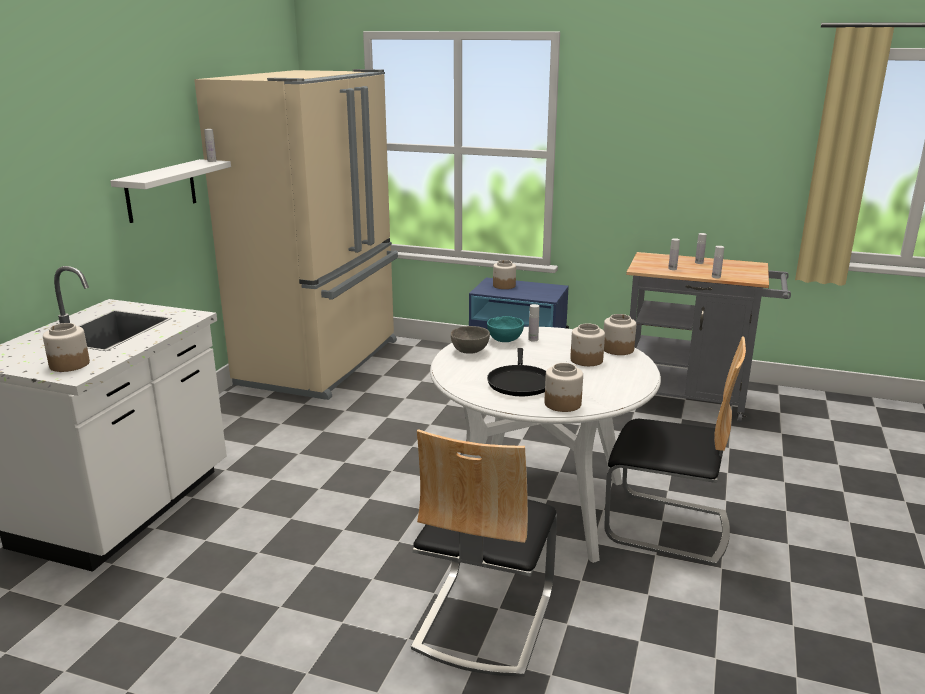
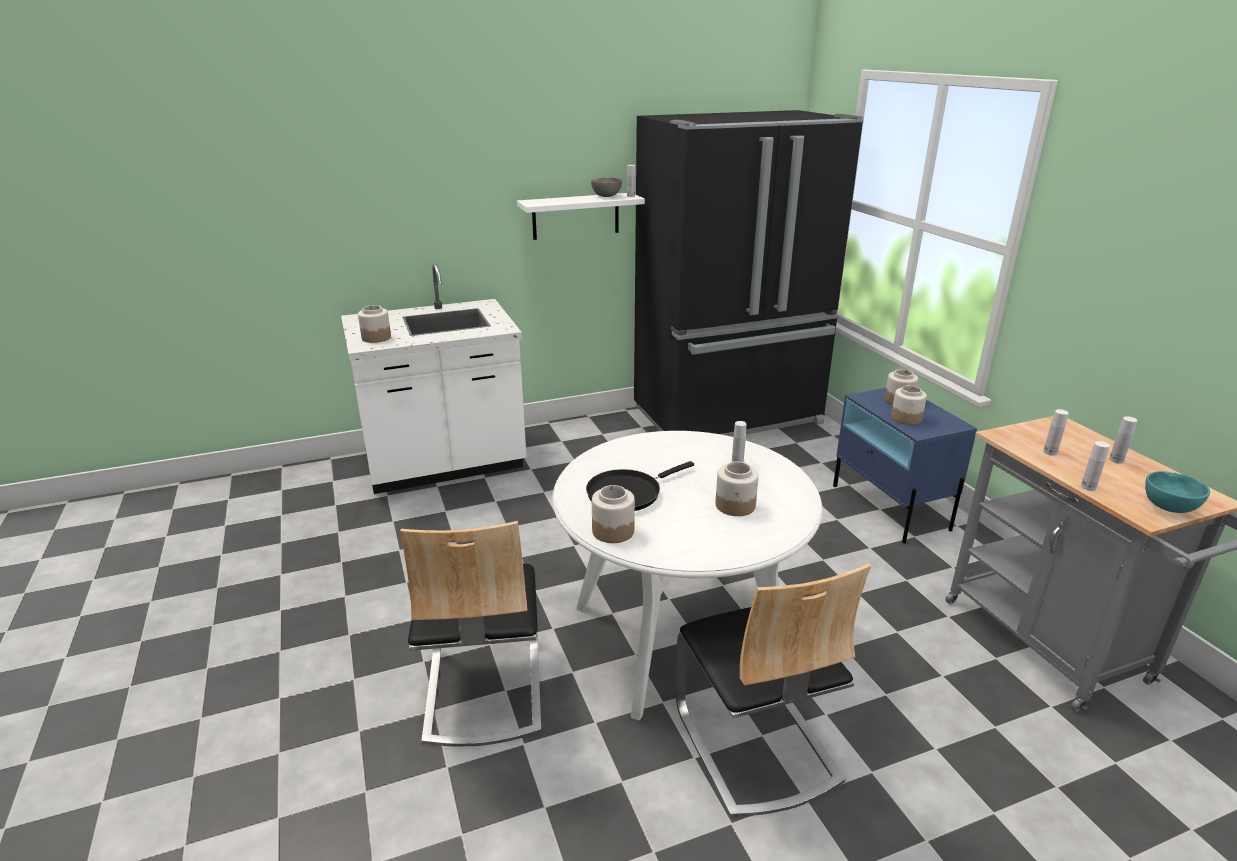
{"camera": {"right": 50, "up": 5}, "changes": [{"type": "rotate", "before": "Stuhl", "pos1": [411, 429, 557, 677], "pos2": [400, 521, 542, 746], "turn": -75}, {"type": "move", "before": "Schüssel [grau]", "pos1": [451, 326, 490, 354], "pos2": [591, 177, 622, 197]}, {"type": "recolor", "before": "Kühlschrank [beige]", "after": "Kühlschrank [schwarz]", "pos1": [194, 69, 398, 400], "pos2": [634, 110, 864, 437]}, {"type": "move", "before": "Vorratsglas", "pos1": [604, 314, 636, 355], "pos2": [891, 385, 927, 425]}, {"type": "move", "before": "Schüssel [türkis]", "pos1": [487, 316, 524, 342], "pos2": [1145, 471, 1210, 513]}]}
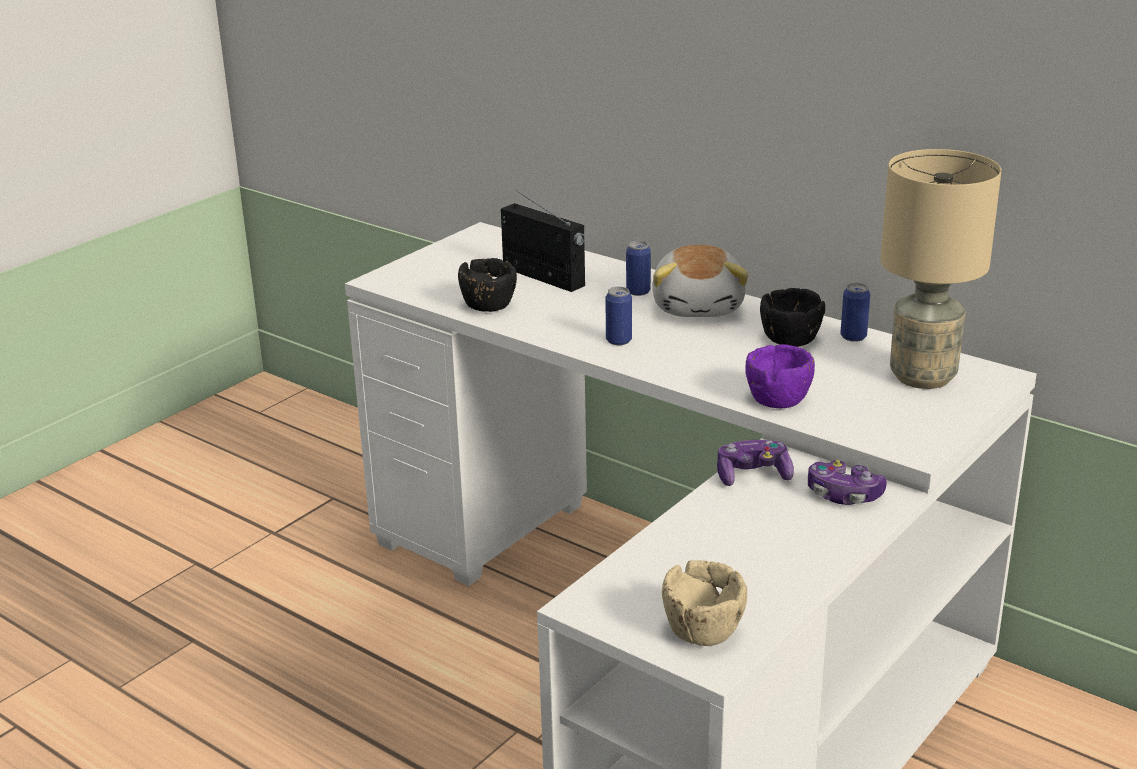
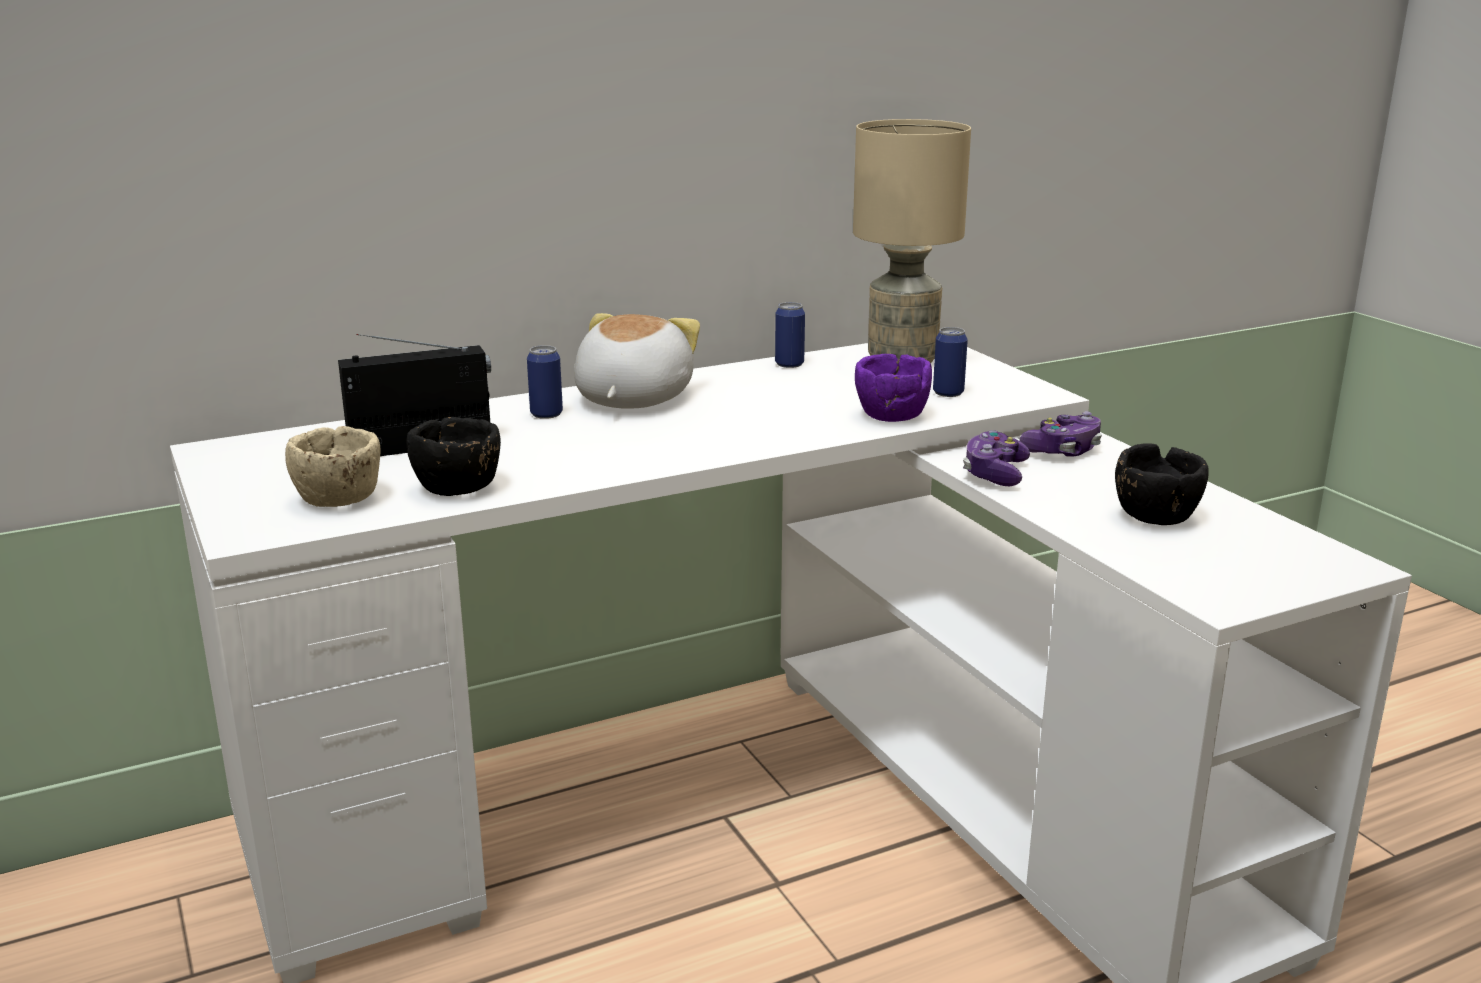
{"camera": {"right": -65, "up": -5}, "changes": [{"type": "move", "before": "Schüssel [beige]", "pos1": [662, 560, 747, 646], "pos2": [285, 426, 380, 507]}, {"type": "rotate", "before": "Plüschtier", "pos1": [652, 245, 748, 317], "pos2": [574, 313, 700, 409], "turn": -105}, {"type": "move", "before": "Dose", "pos1": [605, 287, 632, 345], "pos2": [933, 327, 968, 397]}, {"type": "move", "before": "Schüssel [schwarz]", "pos1": [760, 288, 825, 347], "pos2": [1115, 443, 1208, 525]}]}
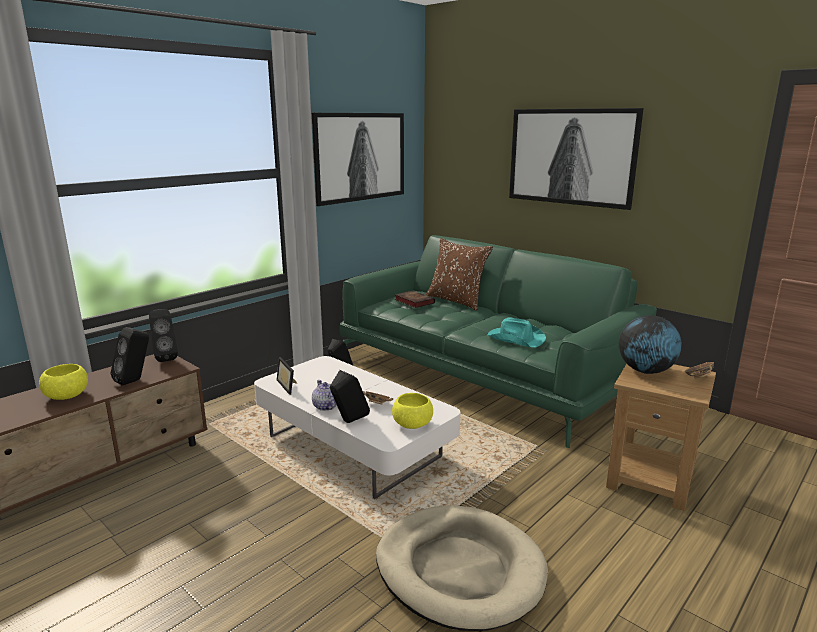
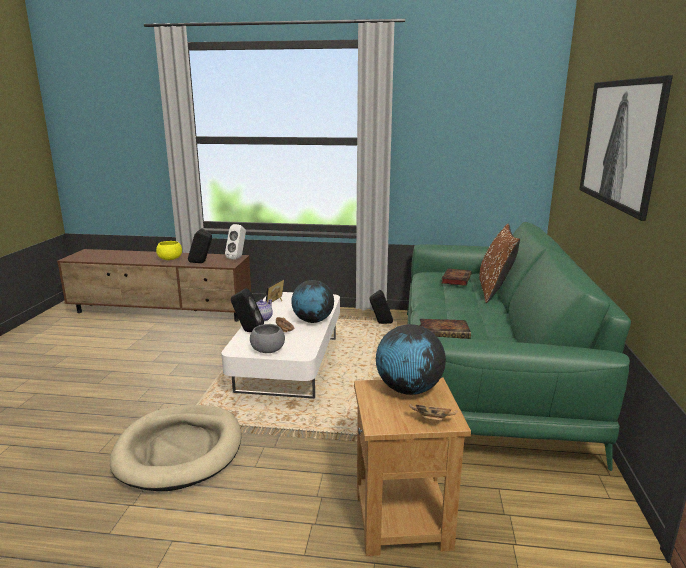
{"camera": {"right": 55, "up": 0}, "changes": [{"type": "recolor", "before": "Lautsprecher [schwarz]", "after": "Lautsprecher [weiß]", "pos1": [149, 309, 178, 362], "pos2": [225, 224, 246, 260]}, {"type": "recolor", "before": "Schüssel [gelb]", "after": "Schüssel [grau]", "pos1": [392, 393, 433, 429], "pos2": [250, 324, 285, 353]}, {"type": "insert", "after": "Globus", "pos2": [291, 280, 334, 323]}, {"type": "replace", "before": "Hut [türkis]", "after": "Buch", "pos1": [488, 317, 546, 348], "pos2": [419, 319, 471, 339]}, {"type": "delete", "before": "Bild", "pos1": [312, 113, 404, 206]}]}
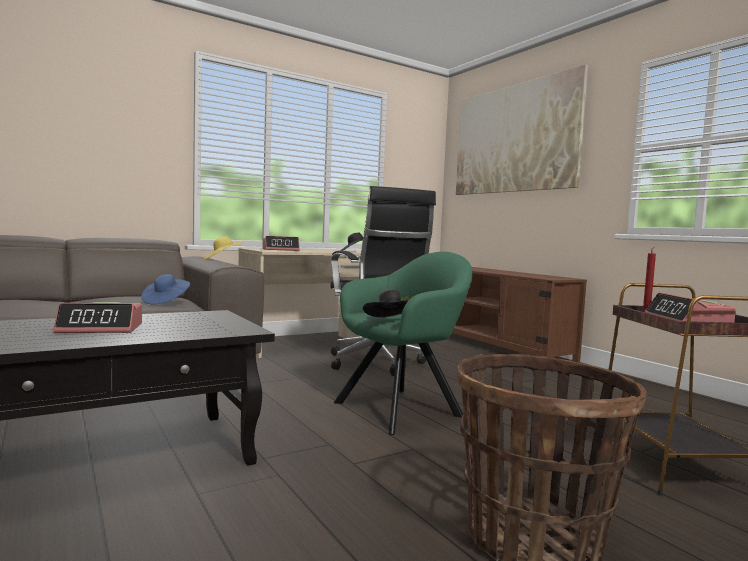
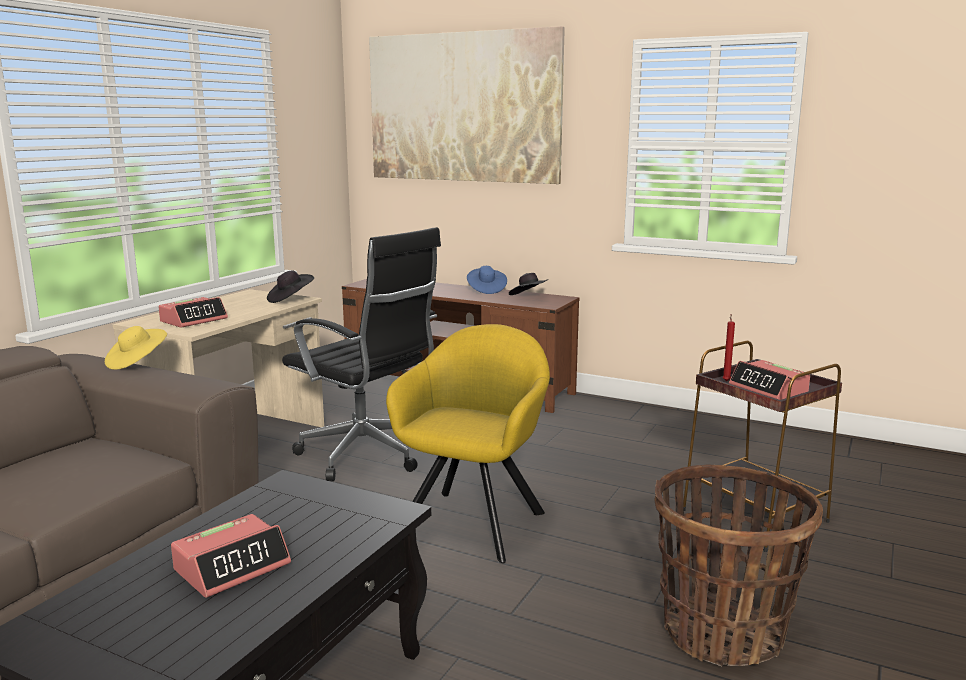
{"camera": {"right": -30, "up": 10}, "changes": [{"type": "recolor", "before": "Sessel [grün]", "after": "Sessel [gelb]", "pos1": [334, 252, 472, 435], "pos2": [386, 324, 550, 563]}, {"type": "move", "before": "Hut [blau]", "pos1": [141, 274, 190, 304], "pos2": [467, 266, 507, 294]}, {"type": "move", "before": "Hut [schwarz]", "pos1": [363, 290, 409, 317], "pos2": [509, 273, 548, 295]}]}
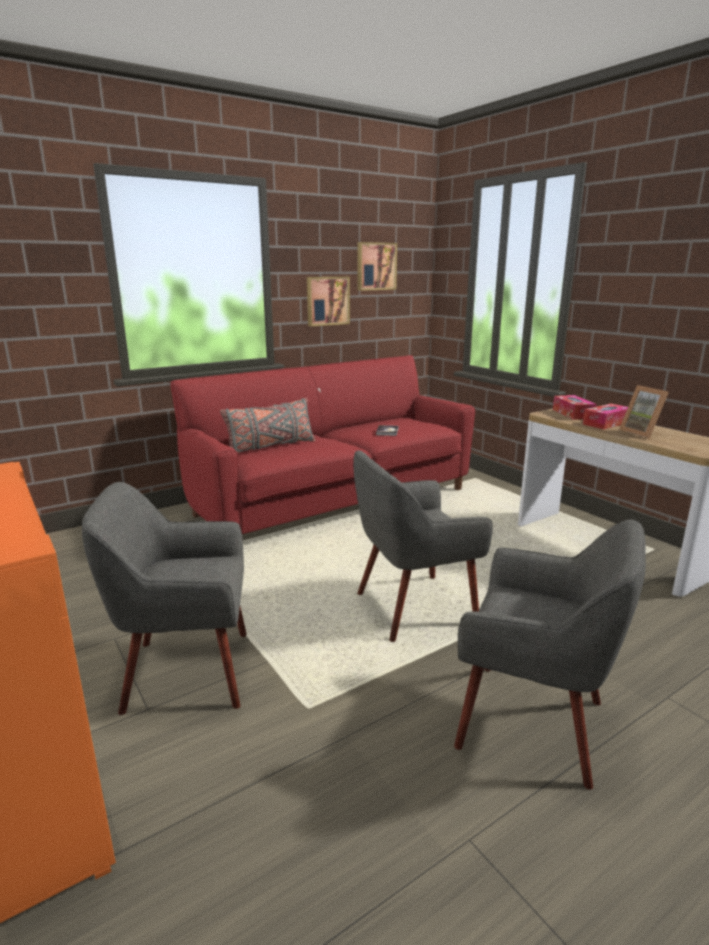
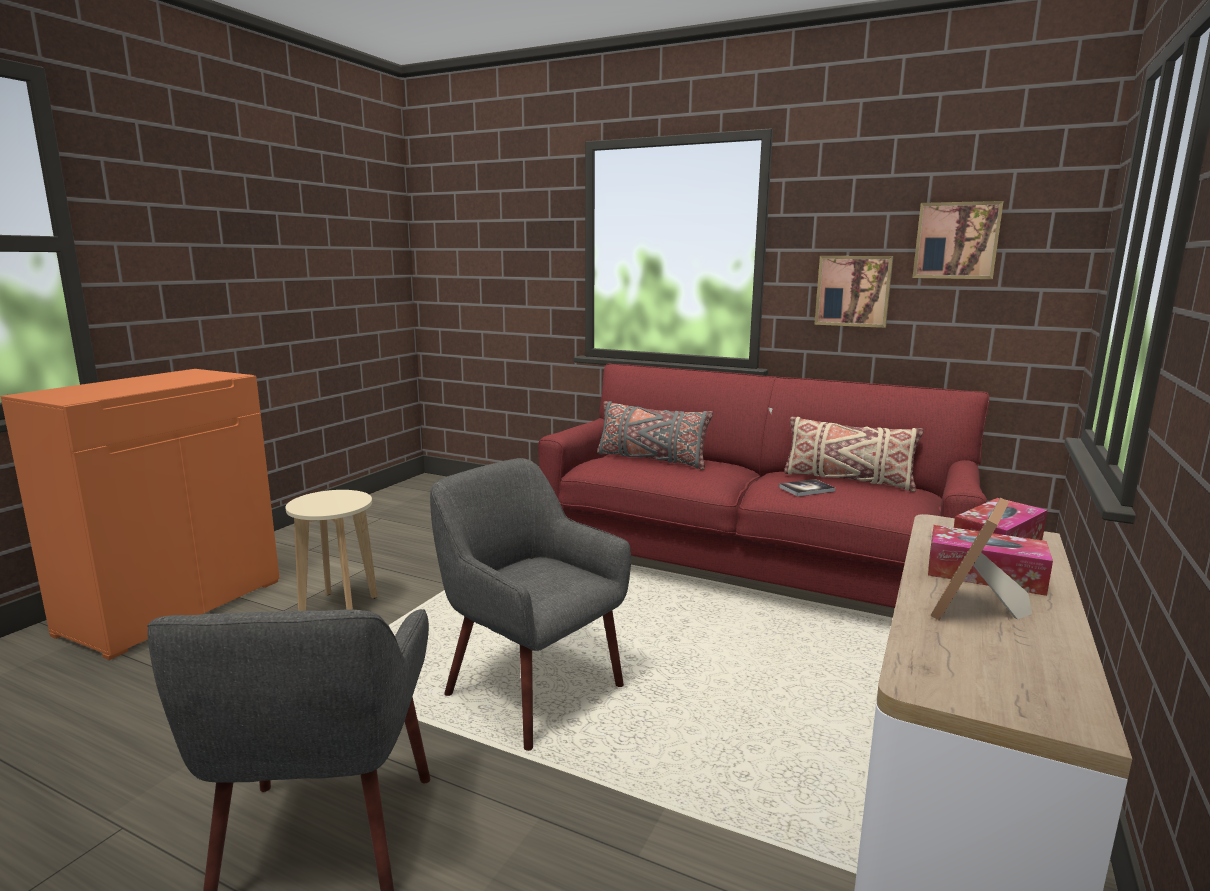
{"camera": {"right": 60, "up": -5}, "changes": [{"type": "replace", "before": "Sessel [grau]", "after": "Hocker [beige]", "pos1": [82, 482, 247, 715], "pos2": [286, 490, 378, 611]}, {"type": "insert", "after": "Kissen [beige]", "pos2": [784, 417, 923, 492]}]}
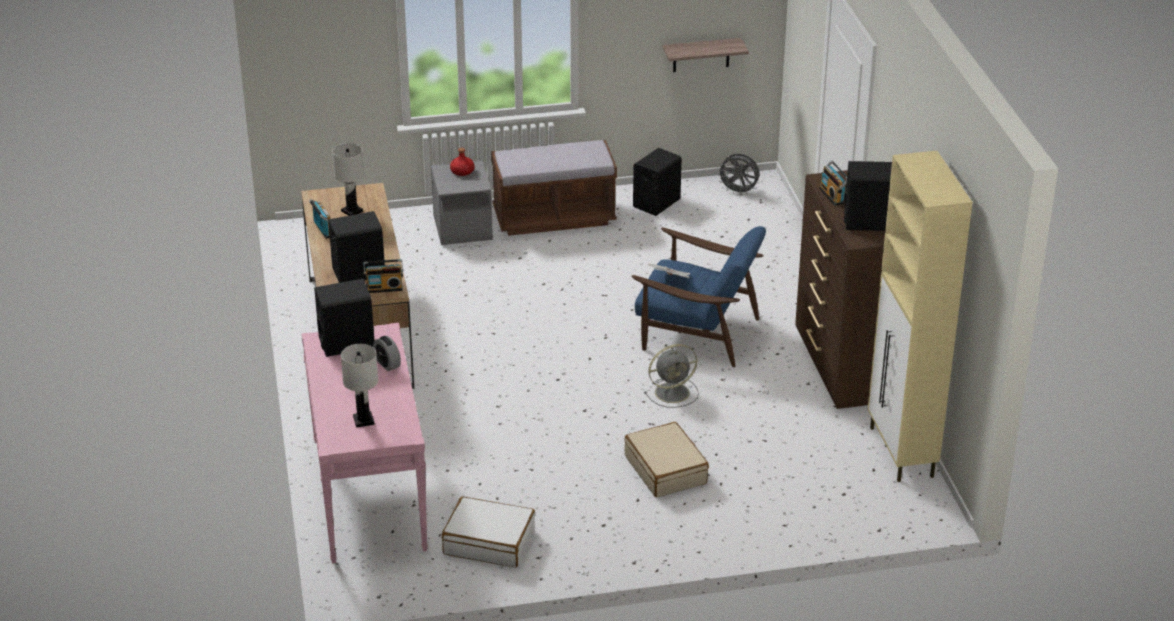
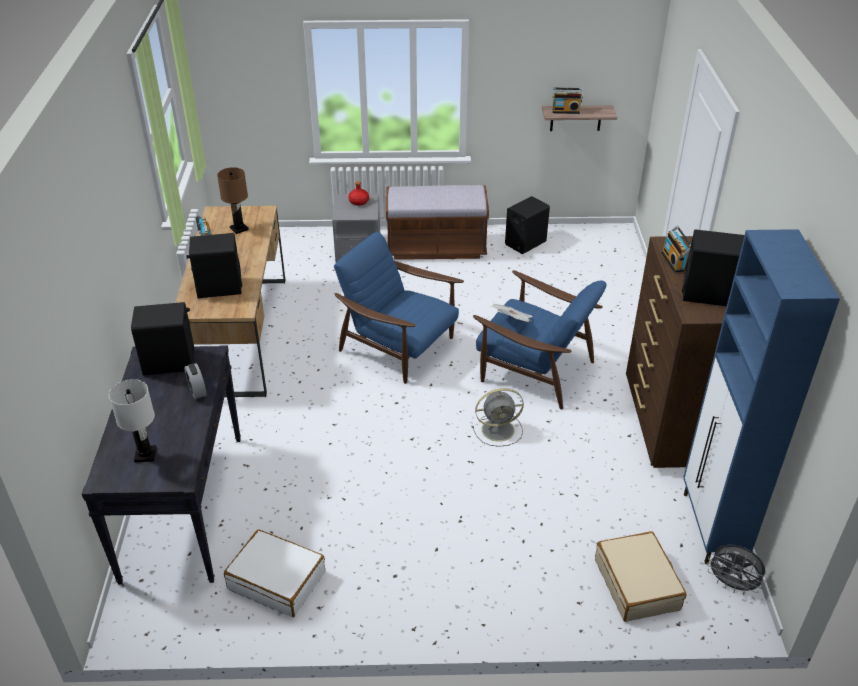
{"camera": {"right": 10, "up": 5}, "changes": [{"type": "recolor", "before": "Konsolentisch [rosa]", "after": "Konsolentisch [schwarz]", "pos1": [301, 323, 428, 563], "pos2": [82, 346, 241, 584]}, {"type": "recolor", "before": "Tischlampe [weiß]", "after": "Tischlampe [braun]", "pos1": [332, 143, 364, 216], "pos2": [217, 167, 249, 234]}, {"type": "insert", "after": "Sessel [blau]", "pos2": [334, 232, 464, 384]}, {"type": "move", "before": "Radio", "pos1": [363, 259, 404, 293], "pos2": [552, 87, 583, 114]}, {"type": "move", "before": "Koffer [beige]", "pos1": [624, 422, 709, 497], "pos2": [595, 531, 686, 622]}, {"type": "recolor", "before": "Schrank [beige]", "after": "Schrank [blau]", "pos1": [868, 151, 972, 482], "pos2": [683, 229, 840, 564]}, {"type": "move", "before": "Ventilator [grau]", "pos1": [717, 154, 760, 195], "pos2": [706, 545, 766, 595]}]}
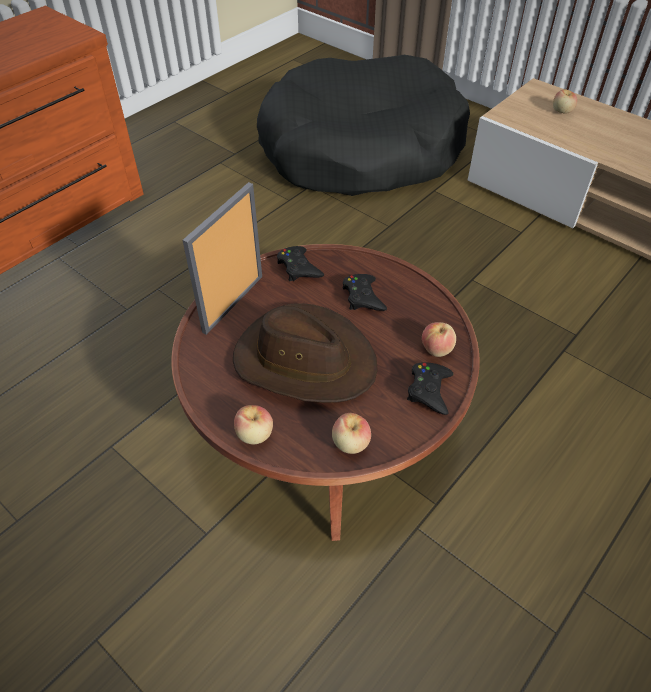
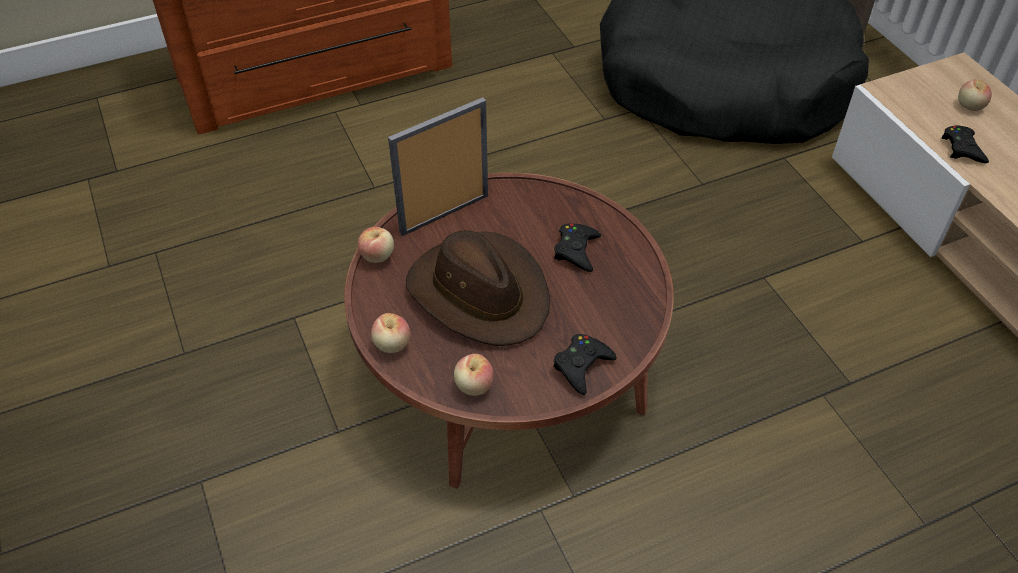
{"camera": {"right": 25, "up": 0}, "changes": [{"type": "move", "before": "Apfel", "pos1": [422, 322, 456, 357], "pos2": [358, 227, 394, 263]}, {"type": "move", "before": "Gamepad [schwarz]", "pos1": [277, 246, 324, 281], "pos2": [941, 126, 989, 163]}]}
